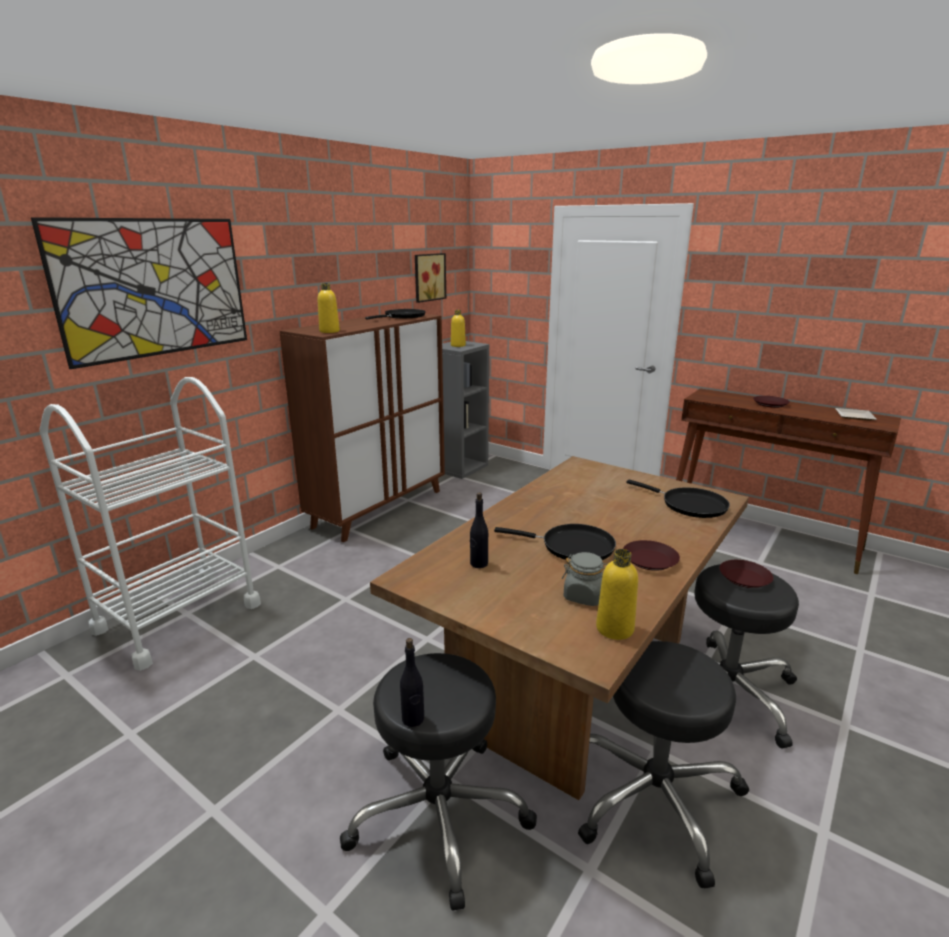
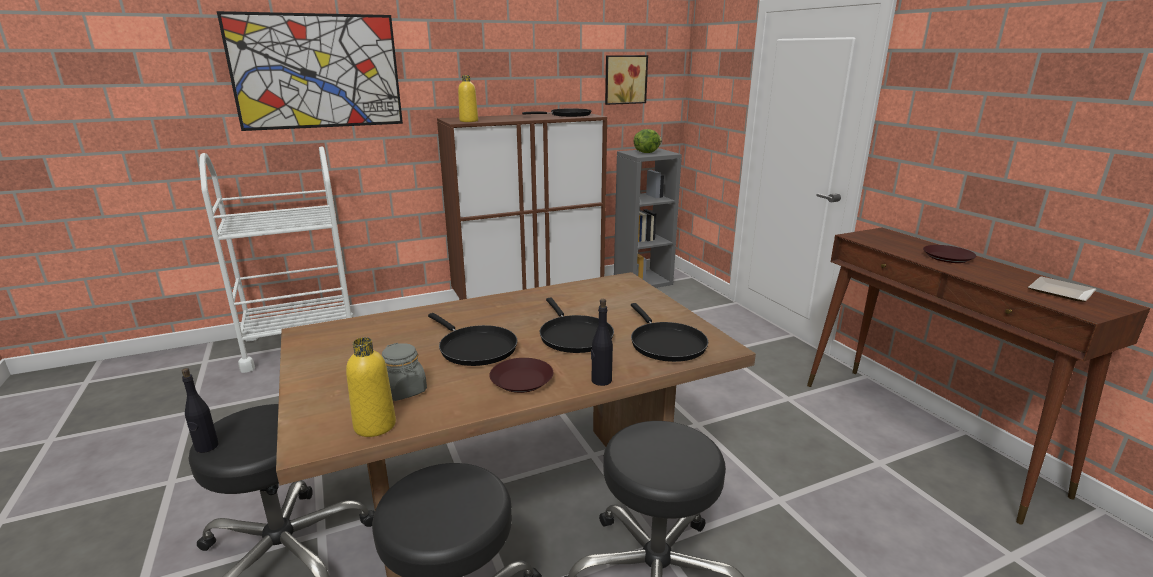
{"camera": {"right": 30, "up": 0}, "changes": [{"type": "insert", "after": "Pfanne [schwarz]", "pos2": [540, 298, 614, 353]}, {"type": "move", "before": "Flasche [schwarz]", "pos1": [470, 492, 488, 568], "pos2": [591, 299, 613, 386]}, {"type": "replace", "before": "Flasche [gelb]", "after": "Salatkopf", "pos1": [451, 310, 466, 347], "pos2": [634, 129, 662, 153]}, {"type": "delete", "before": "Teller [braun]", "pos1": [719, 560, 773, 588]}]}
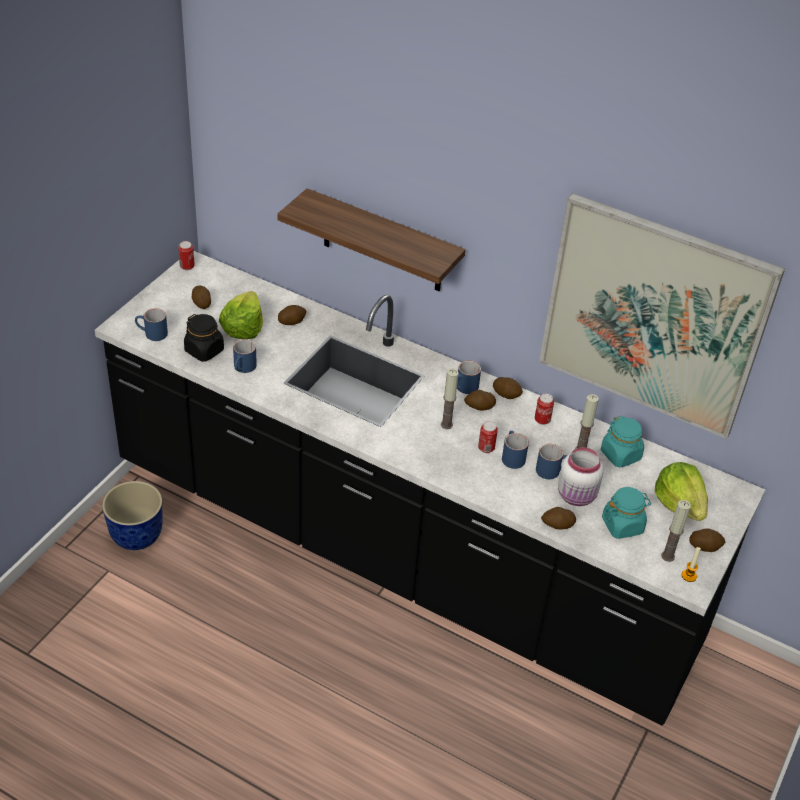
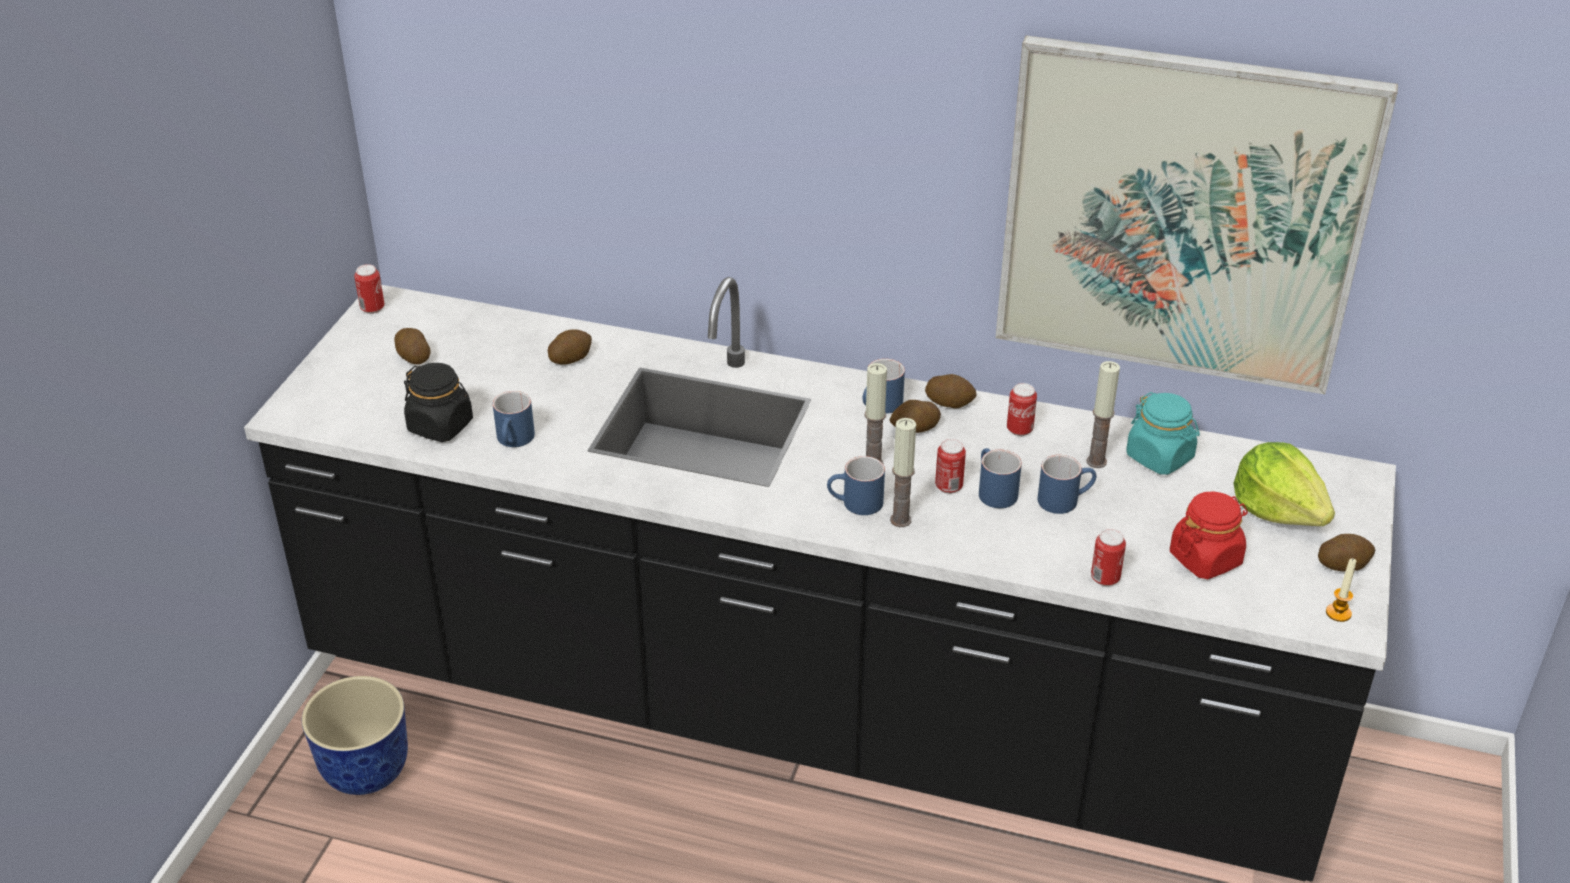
{"camera": {"right": -10, "up": -5}, "changes": [{"type": "move", "before": "Henkelbecher [blau]", "pos1": [135, 308, 168, 341], "pos2": [827, 456, 885, 515]}, {"type": "move", "before": "Kerze", "pos1": [661, 500, 691, 562], "pos2": [890, 418, 916, 527]}, {"type": "replace", "before": "Kartoffel", "after": "Dose", "pos1": [541, 507, 576, 530], "pos2": [1091, 529, 1126, 586]}, {"type": "recolor", "before": "Vorratsglas [türkis]", "after": "Vorratsglas [rot]", "pos1": [602, 487, 651, 539], "pos2": [1170, 491, 1248, 579]}, {"type": "delete", "before": "Salatkopf", "pos1": [219, 291, 263, 339]}, {"type": "delete", "before": "Wandregal", "pos1": [277, 188, 466, 291]}, {"type": "delete", "before": "Vorratsglas [weiß]", "pos1": [558, 447, 603, 506]}]}
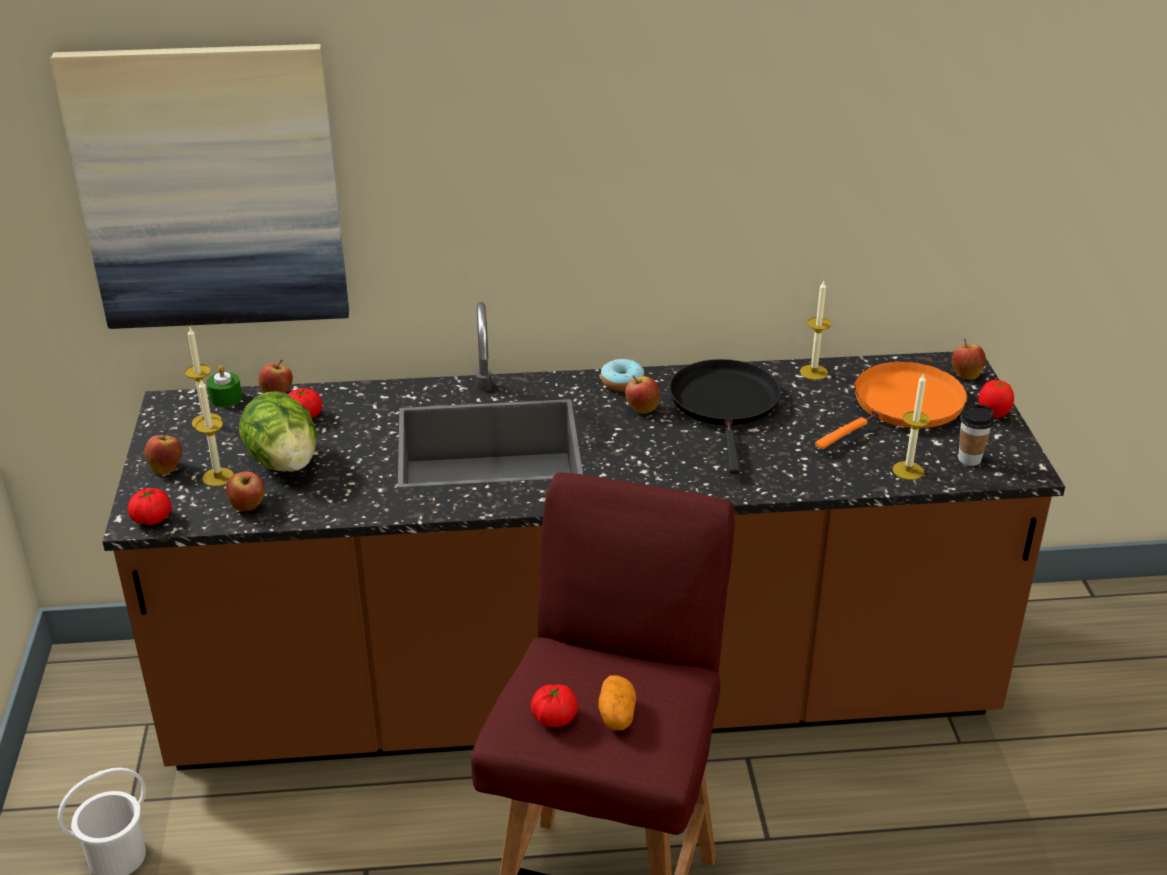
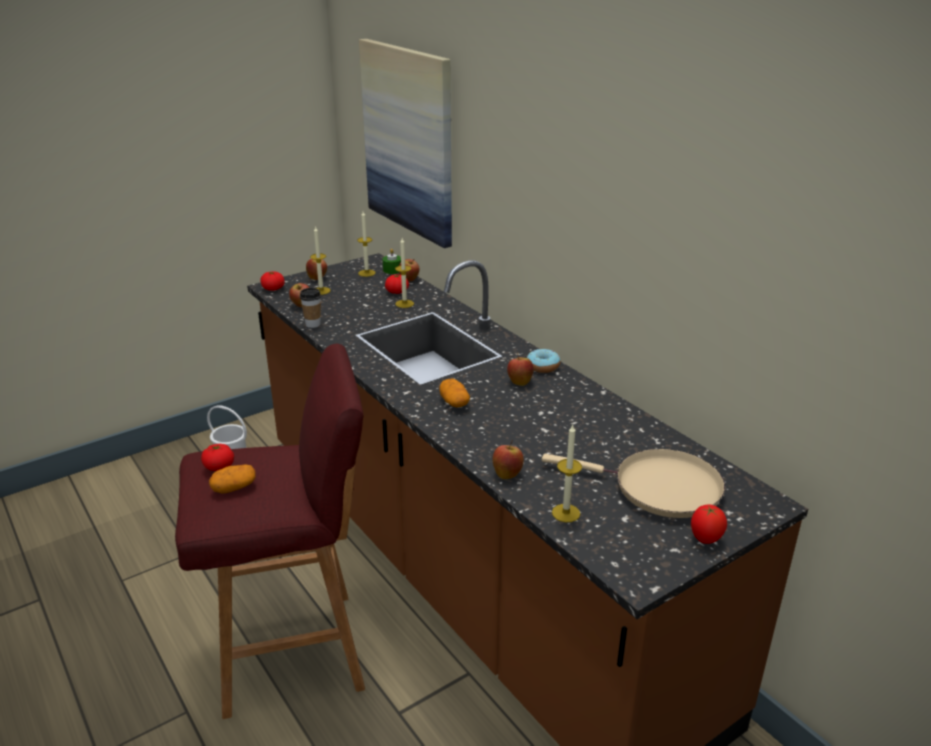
{"camera": {"right": 60, "up": -5}, "changes": [{"type": "move", "before": "Tasse", "pos1": [958, 405, 994, 466], "pos2": [300, 288, 321, 328]}, {"type": "move", "before": "Kerze", "pos1": [800, 281, 831, 380], "pos2": [395, 238, 414, 308]}, {"type": "insert", "after": "Kartoffel", "pos2": [439, 379, 470, 407]}, {"type": "move", "before": "Apfel", "pos1": [952, 339, 986, 380], "pos2": [493, 440, 524, 479]}, {"type": "recolor", "before": "Pfanne [orange]", "after": "Pfanne [beige]", "pos1": [815, 361, 968, 449], "pos2": [542, 449, 725, 518]}, {"type": "delete", "before": "Salatkopf", "pos1": [239, 391, 317, 472]}, {"type": "delete", "before": "Pfanne [schwarz]", "pos1": [669, 359, 781, 474]}]}
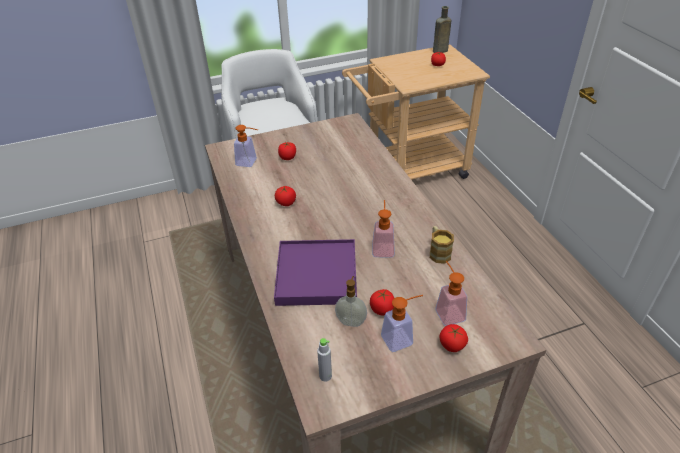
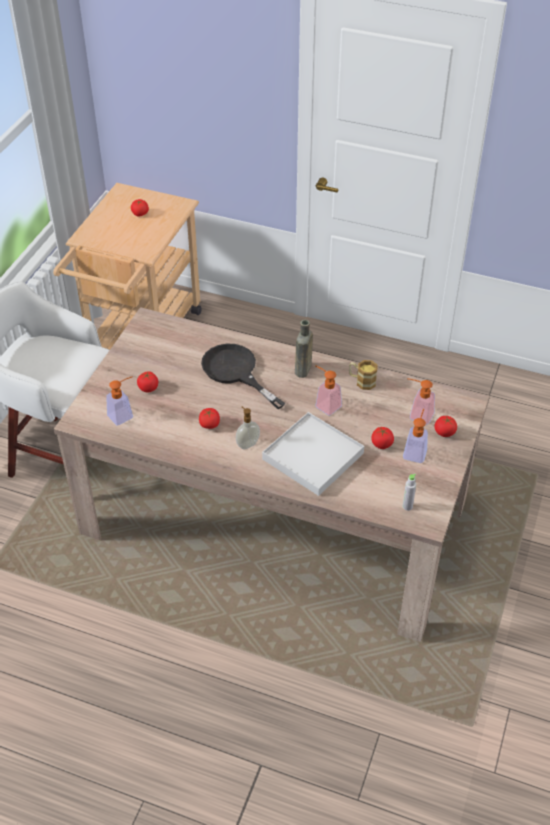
{"camera": {"right": -50, "up": 5}, "changes": [{"type": "insert", "after": "Pfanne [schwarz]", "pos2": [201, 344, 285, 409]}, {"type": "move", "before": "Seifenspender", "pos1": [335, 276, 367, 327], "pos2": [236, 407, 260, 449]}, {"type": "recolor", "before": "Tablett [lila]", "after": "Tablett [weiß]", "pos1": [274, 239, 357, 306], "pos2": [262, 412, 364, 496]}, {"type": "move", "before": "Flasche [braun]", "pos1": [433, 6, 452, 53], "pos2": [295, 320, 313, 378]}]}
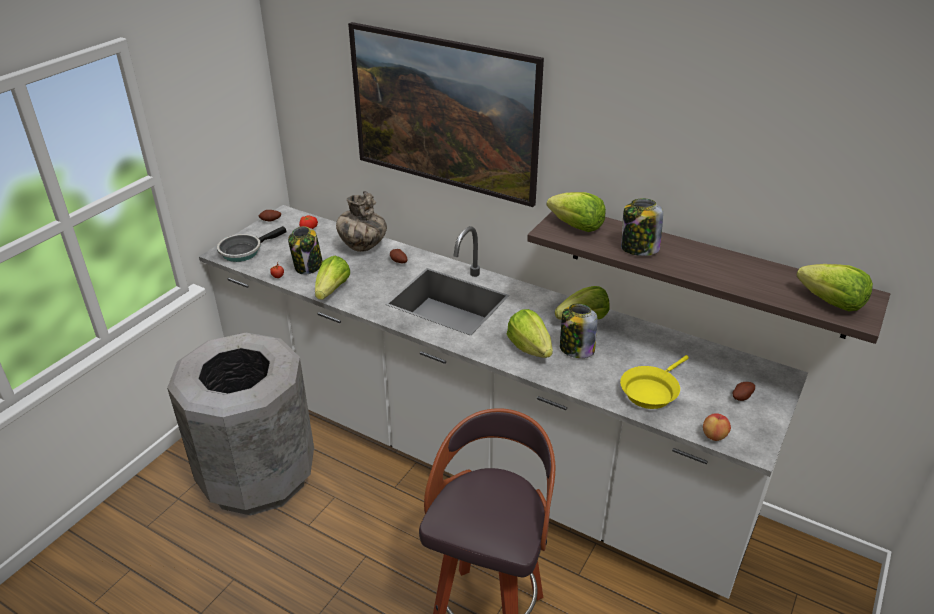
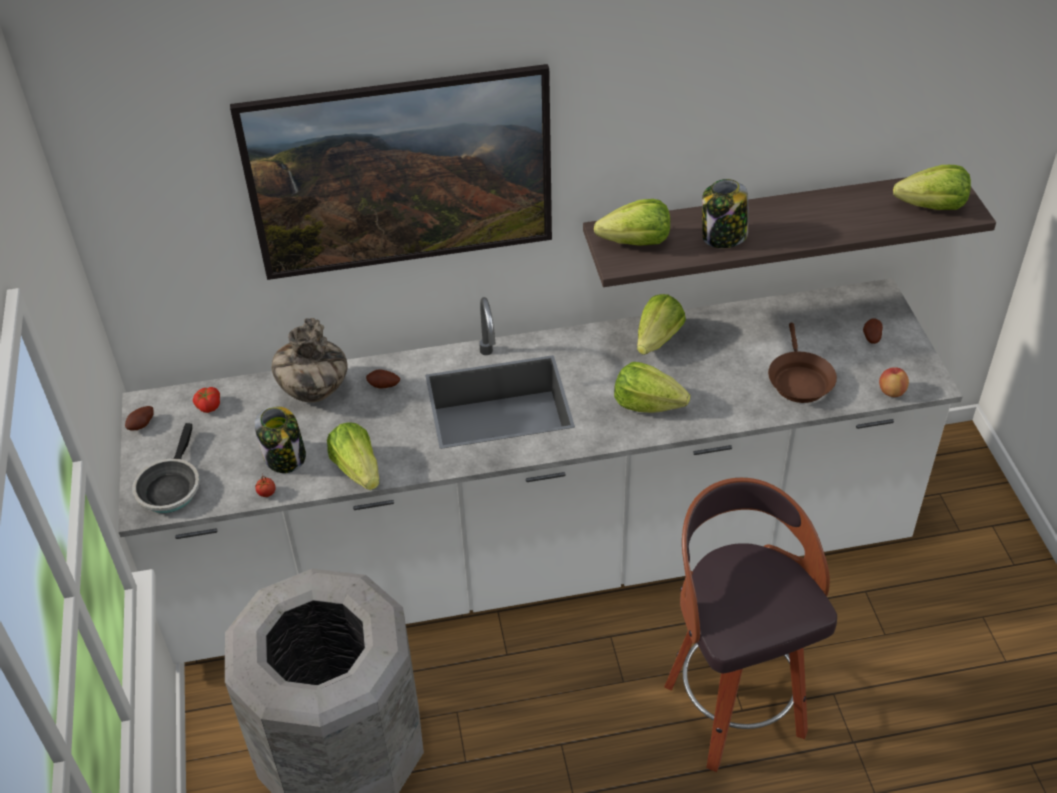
{"camera": {"right": -40, "up": 10}, "changes": [{"type": "recolor", "before": "Pfanne [gelb]", "after": "Pfanne [braun]", "pos1": [620, 355, 689, 409], "pos2": [768, 323, 837, 403]}, {"type": "delete", "before": "Vorratsglas", "pos1": [560, 304, 598, 358]}]}
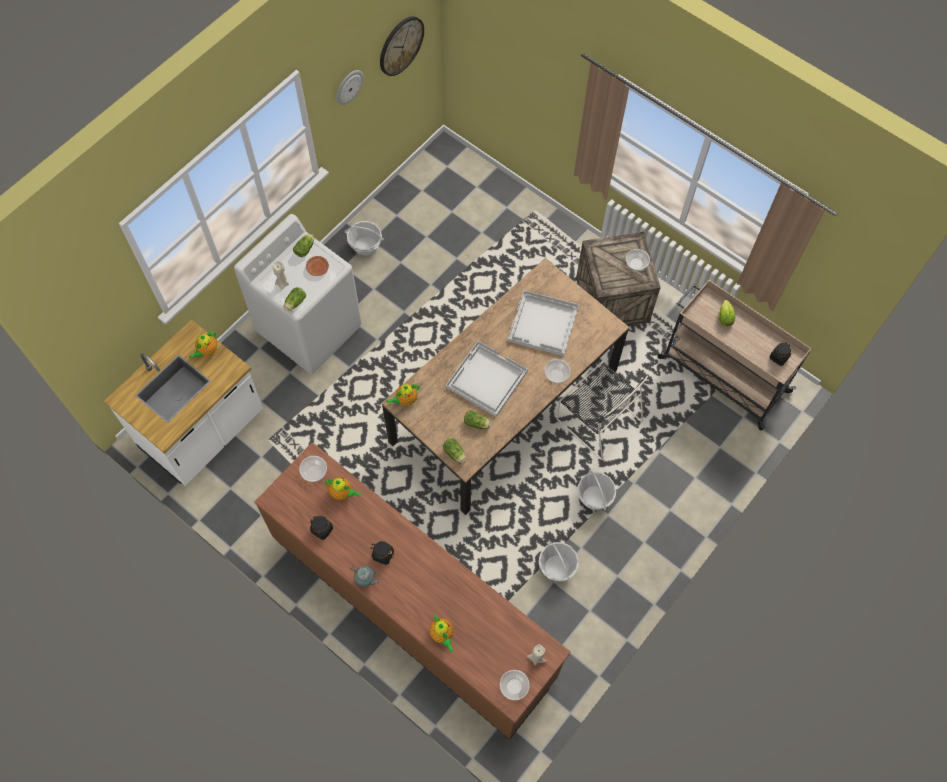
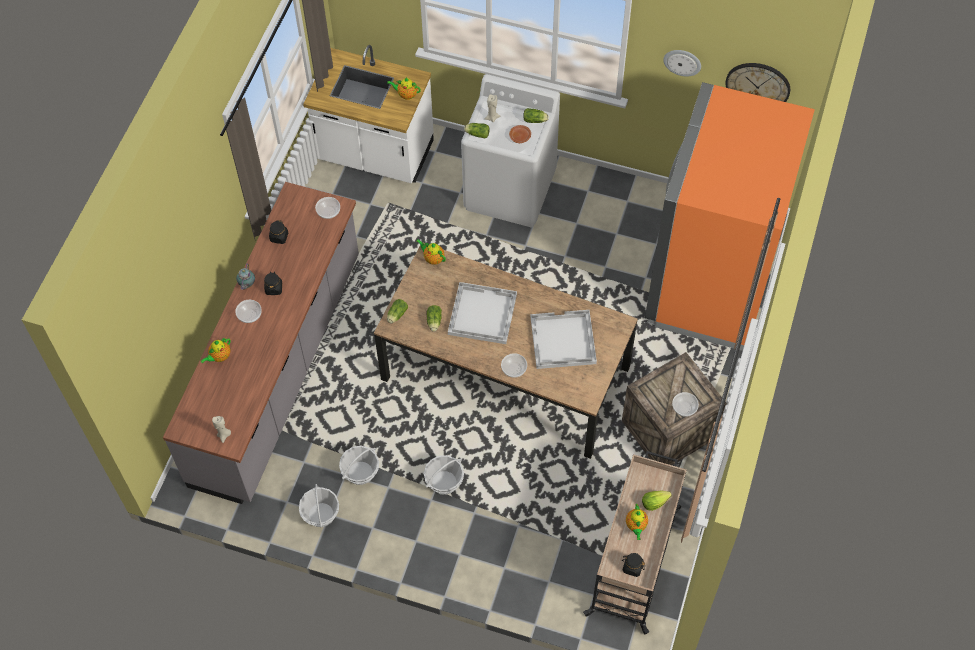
{"camera": {"right": 70, "up": -5}, "changes": [{"type": "recolor", "before": "Küchenzeile [braun]", "after": "Küchenzeile [grau]", "pos1": [255, 442, 571, 740], "pos2": [163, 182, 359, 504]}, {"type": "move", "before": "Schüssel", "pos1": [500, 670, 530, 700], "pos2": [235, 300, 262, 323]}, {"type": "move", "before": "Korb", "pos1": [344, 221, 384, 256], "pos2": [299, 484, 339, 527]}, {"type": "move", "before": "Teekanne", "pos1": [325, 477, 361, 500], "pos2": [626, 504, 648, 540]}, {"type": "insert", "after": "Kühlschrank [orange]", "pos2": [645, 82, 815, 351]}, {"type": "delete", "before": "Stuhl [schwarz]", "pos1": [556, 361, 648, 460]}]}
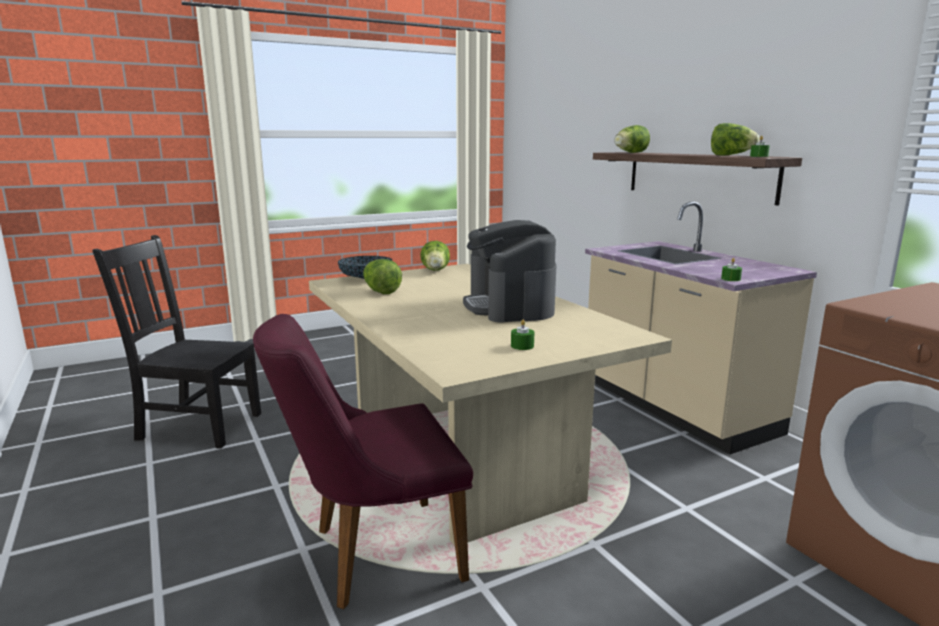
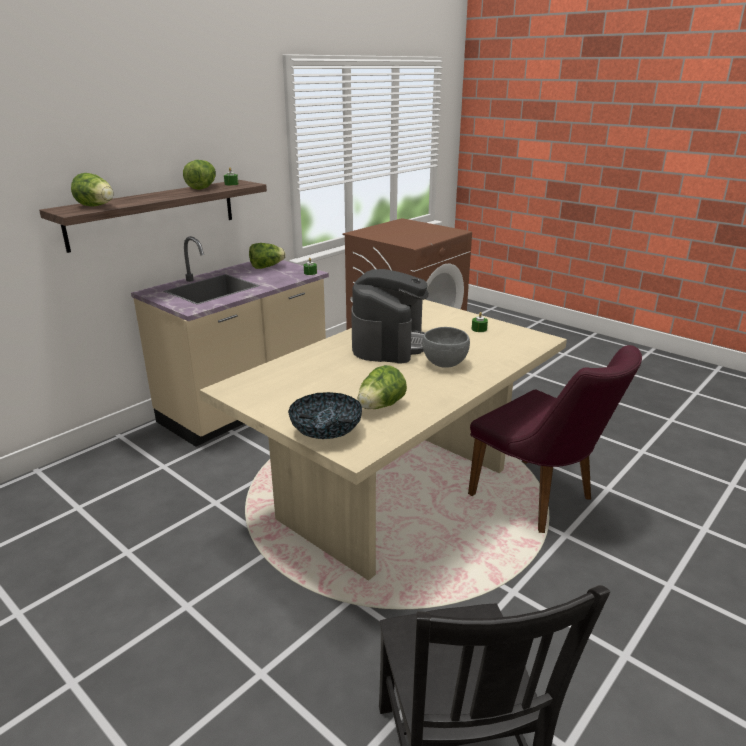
{"camera": {"right": -110, "up": 10}, "changes": [{"type": "move", "before": "Salatkopf", "pos1": [420, 241, 450, 271], "pos2": [249, 243, 286, 269]}, {"type": "rotate", "before": "Kaffeemaschine", "pos1": [463, 220, 556, 323], "pos2": [351, 269, 429, 363], "turn": -45}, {"type": "insert", "after": "Schüssel [grau]", "pos2": [422, 327, 470, 368]}]}
